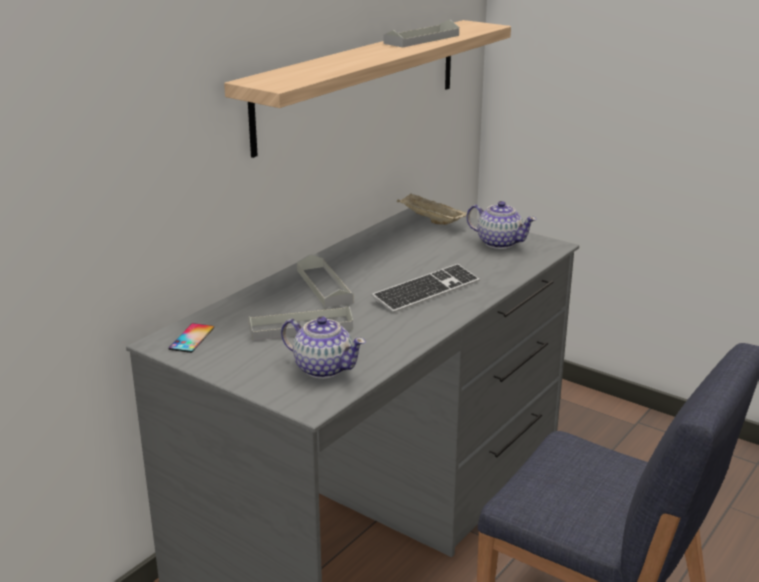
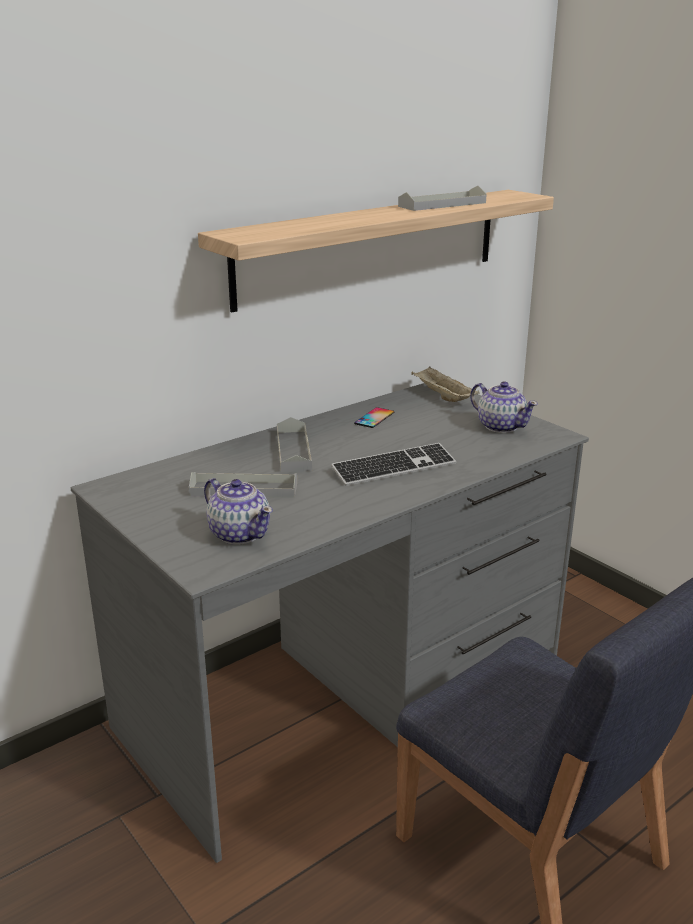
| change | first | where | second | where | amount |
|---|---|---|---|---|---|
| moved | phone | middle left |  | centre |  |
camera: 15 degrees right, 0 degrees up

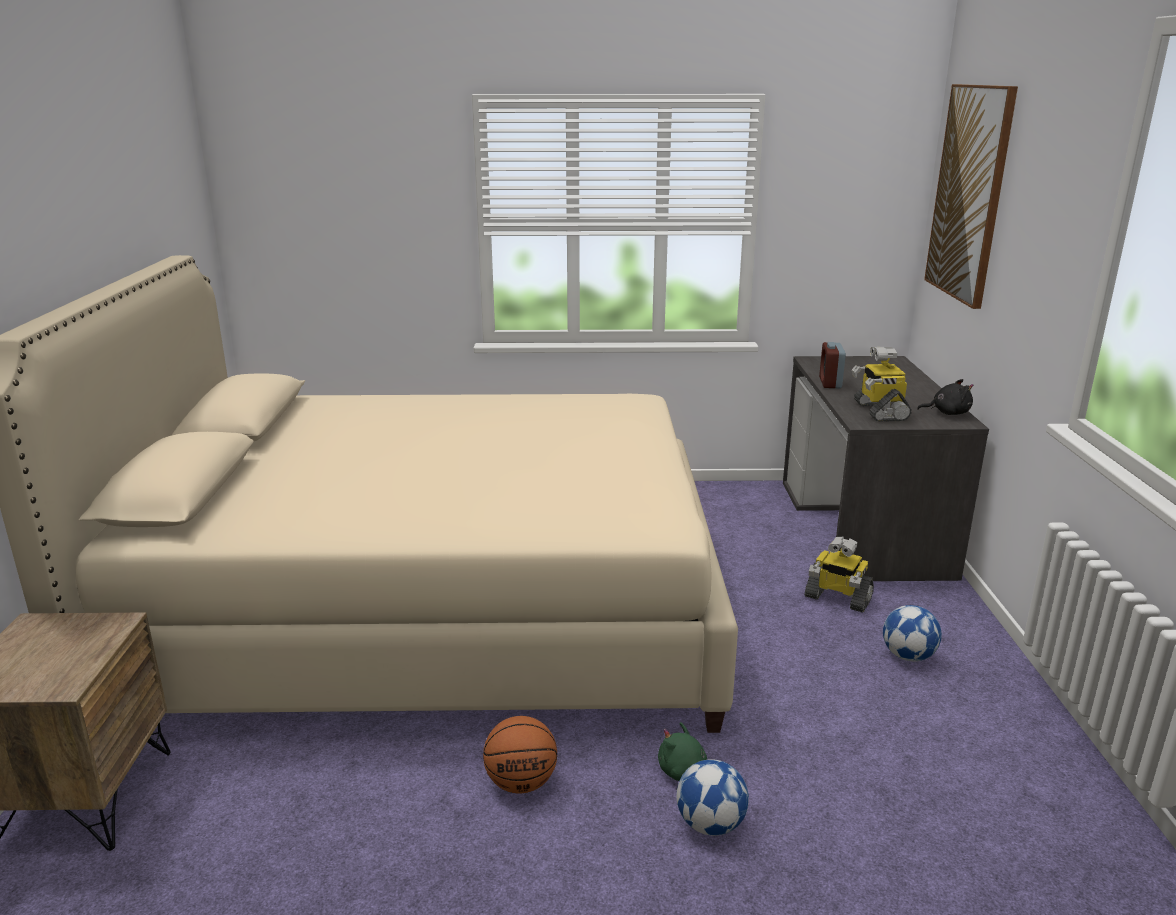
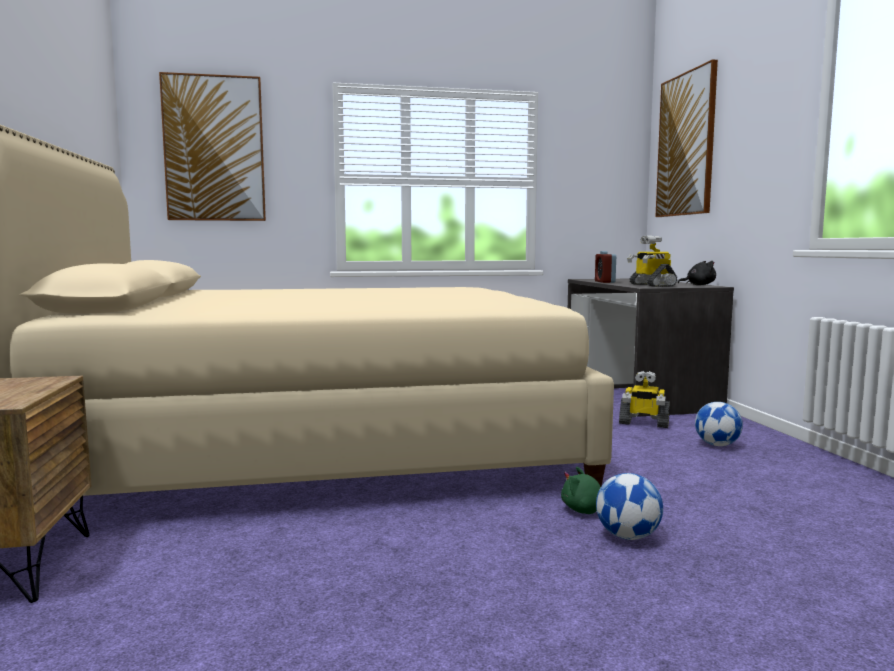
| change | first | where | second | where | amount |
|---|---|---|---|---|---|
| removed | basketball | bottom centre |  |  |  |
| added |  |  | picture (1st from left) | top left |  |
camera: 10 degrees left, 15 degrees down

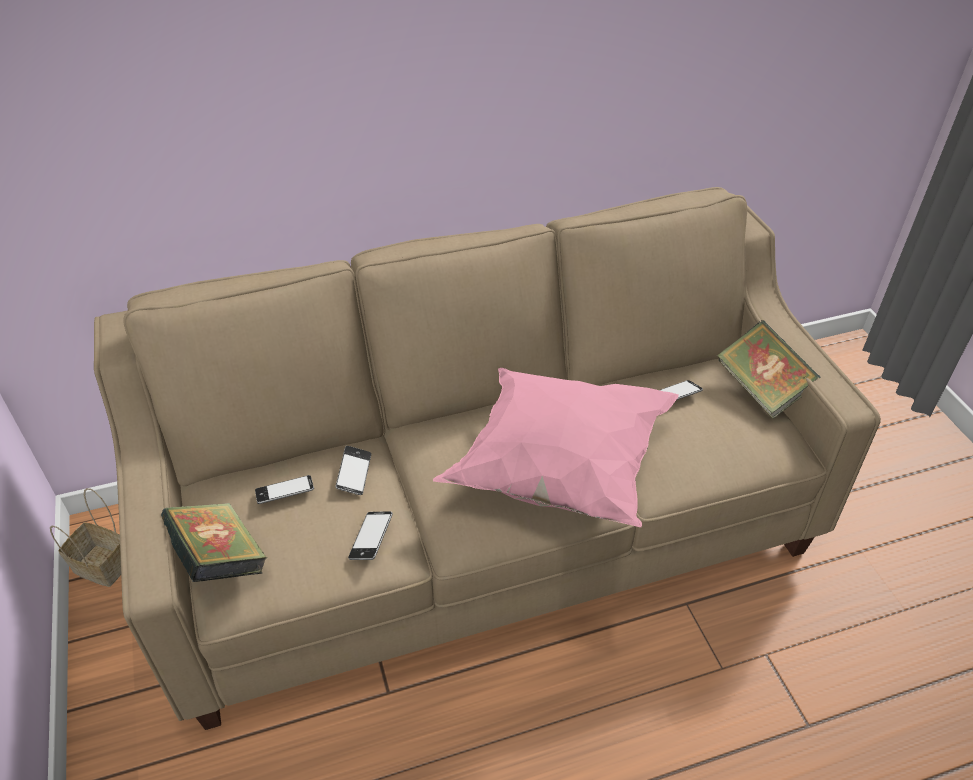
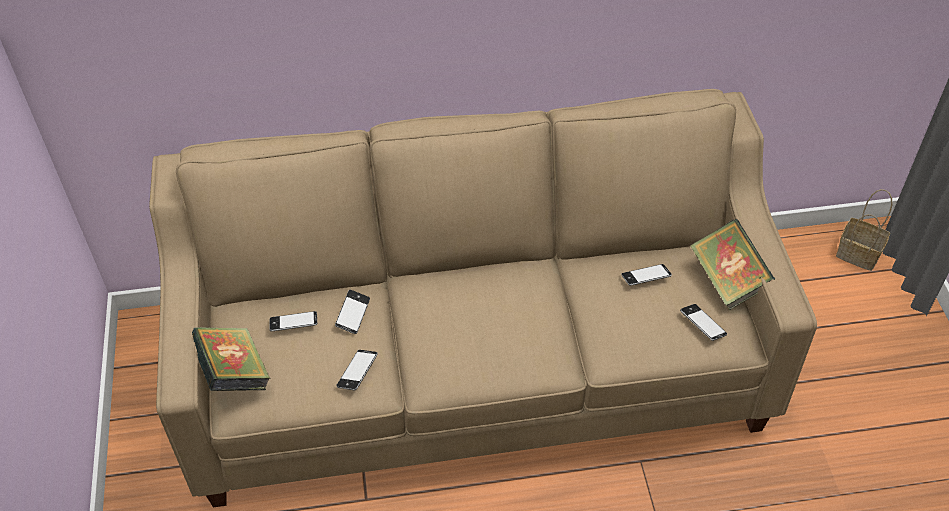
| change | first | where | second | where | amount |
|---|---|---|---|---|---|
| removed | pink pillow | centre |  |  |  |
| moved | basket | bottom left |  | middle right |  |
| added |  |  | phone (5th from left) | middle right |  |
camera: 10 degrees right, 5 degrees up

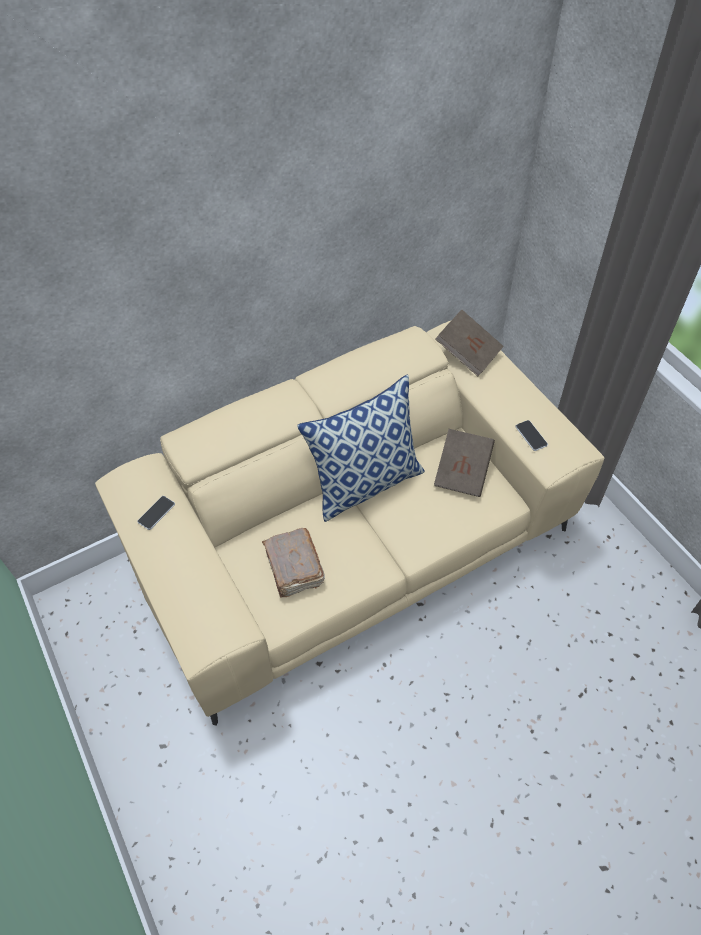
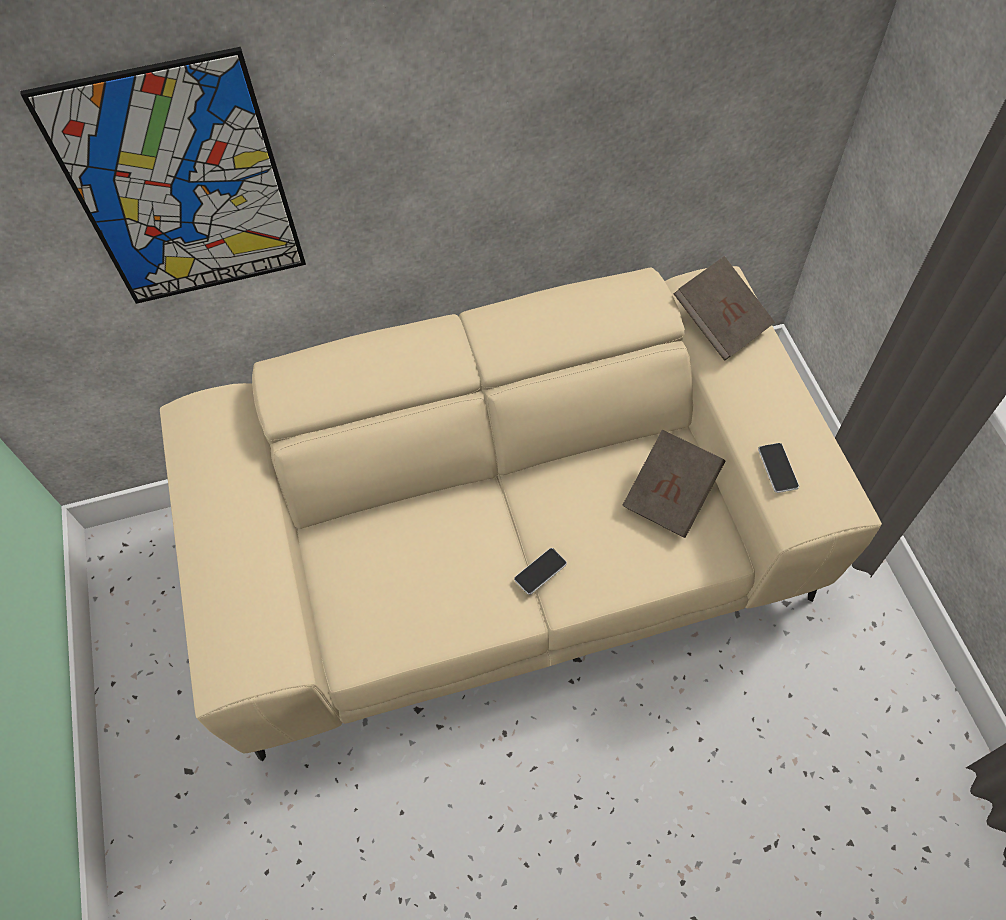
| change | first | where | second | where | amount |
|---|---|---|---|---|---|
| removed | pillow | centre |  |  |  |
| moved | phone (1st from left) | middle left |  | centre |  |
| removed | brown book (1st from left) | centre |  |  |  |
| added |  |  | picture | top left |  |
camera: 15 degrees right, 5 degrees up

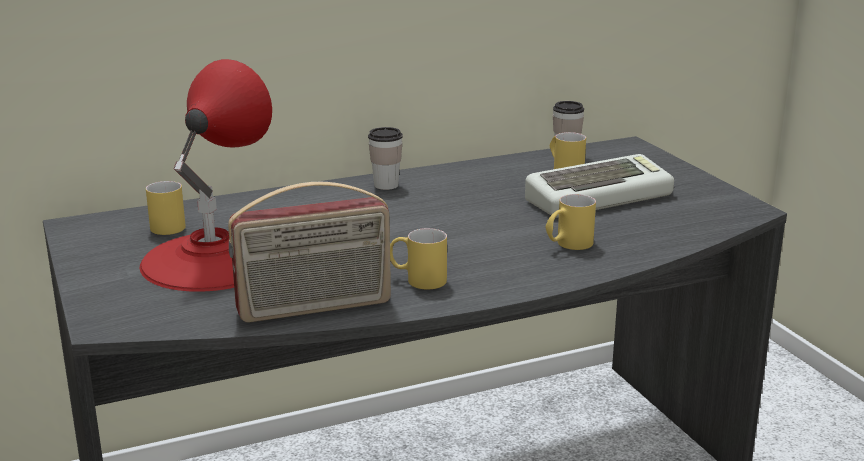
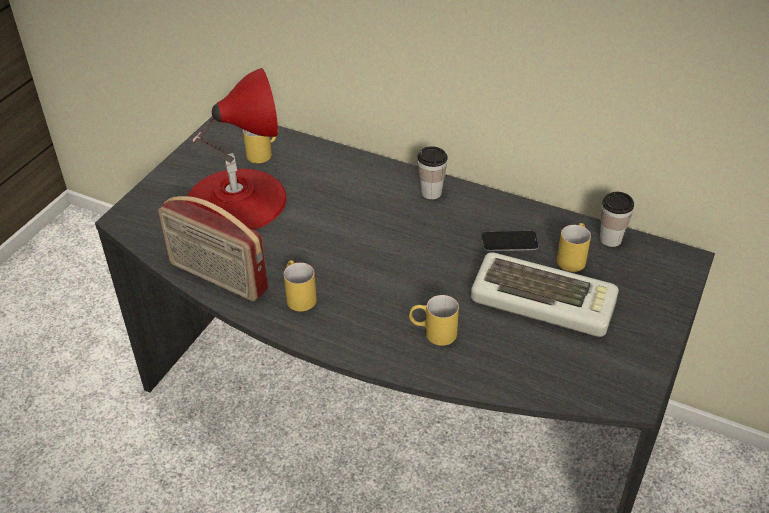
| change | first | where | second | where | amount |
|---|---|---|---|---|---|
| added |  |  | phone | centre |  |
camera: 50 degrees right, 20 degrees up

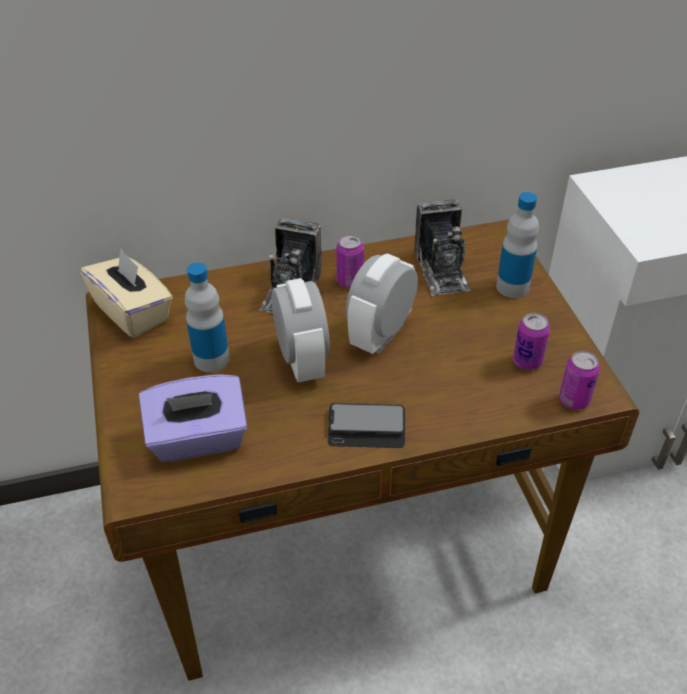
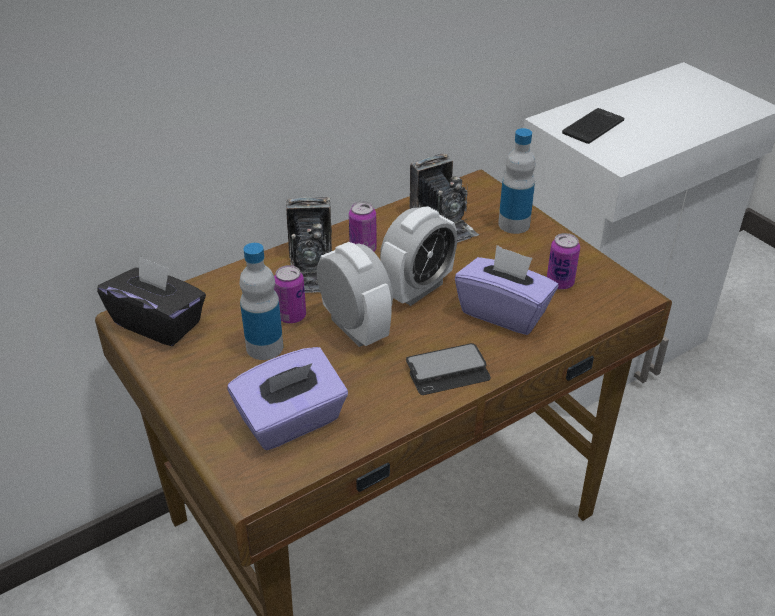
| change | first | where | second | where | amount |
|---|---|---|---|---|---|
| recoloured | beige tissue box | middle left | black tissue box | middle left |  |
| turned | alarm clock (2nd from left) | centre |  | centre | 150 degrees counterclockwise |
| moved | can (3rd from left in the first image) | middle right | can (1st from left) | centre |  |
| added |  |  | phone (2nd from left) | top right |  |
| added |  |  | purple tissue box (2nd from left) | centre |  |
camera: 20 degrees left, 5 degrees down

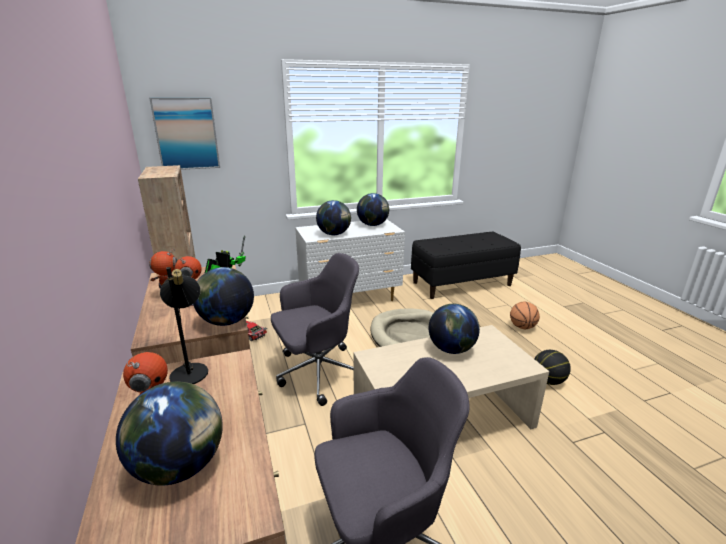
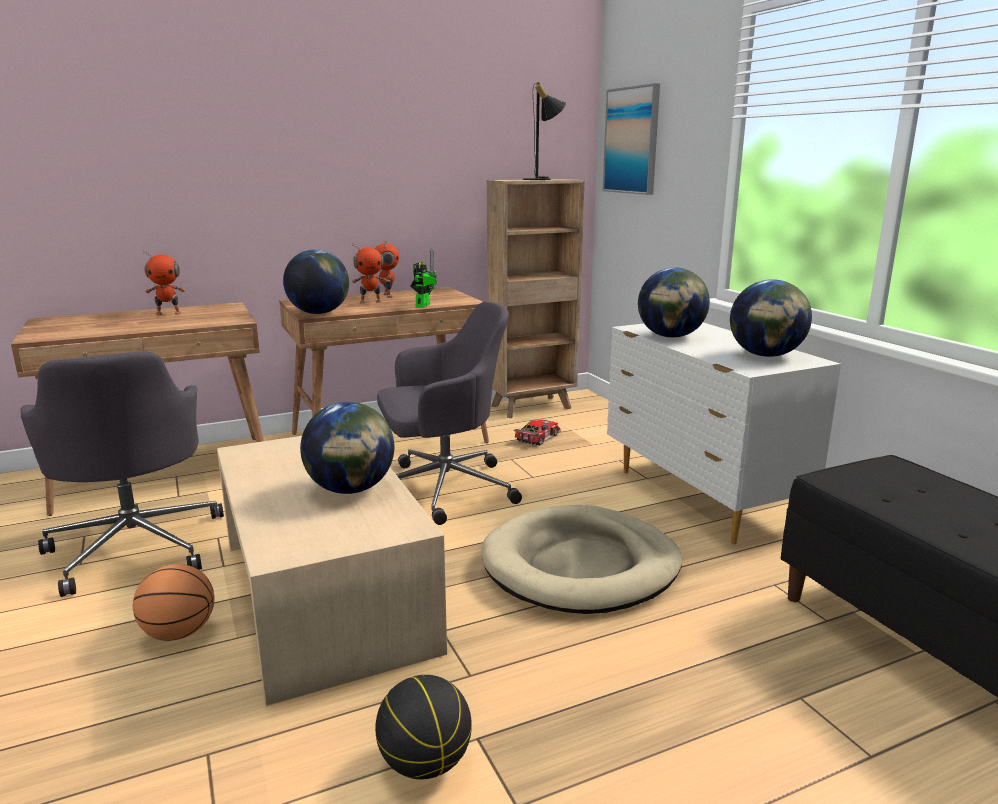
| change | first | where | second | where | amount |
|---|---|---|---|---|---|
| turned | grey office chair (1st from left in the first image) | centre | grey office chair (2nd from left) | centre | 75 degrees counterclockwise |
| moved | black table lamp | middle left |  | top centre |  |
| moved | basketball (1st from left) | middle right |  | bottom left |  |
| removed | globe (1st from left) | bottom left |  |  |  |
camera: 85 degrees right, 5 degrees down

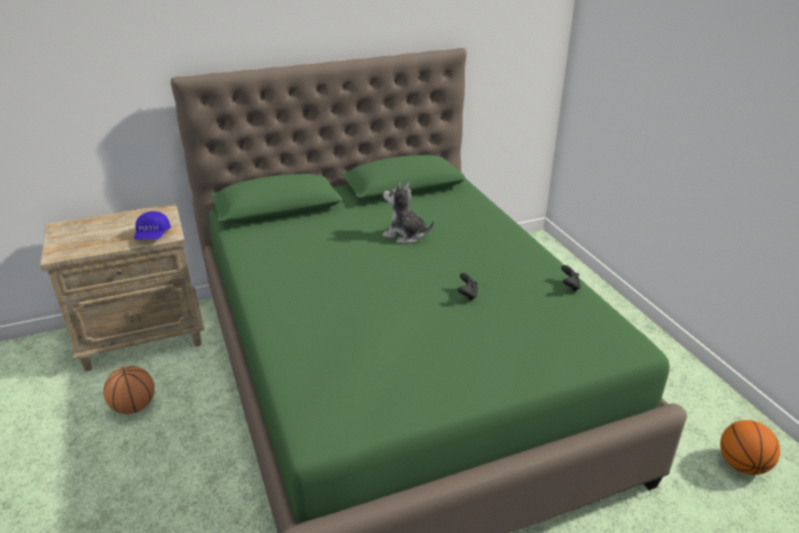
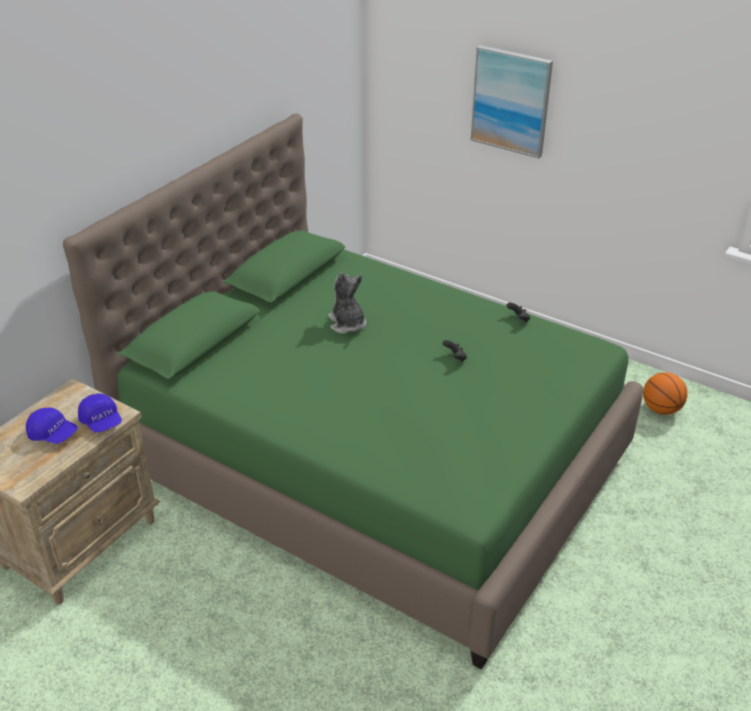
| change | first | where | second | where | amount |
|---|---|---|---|---|---|
| turned | plush toy | centre |  | centre | 75 degrees clockwise |
| removed | basketball (1st from left) | bottom left |  |  |  |
| added |  |  | picture | top right |  |
| added |  |  | blue cap (1st from left) | middle left |  |
camera: 35 degrees left, 5 degrees up

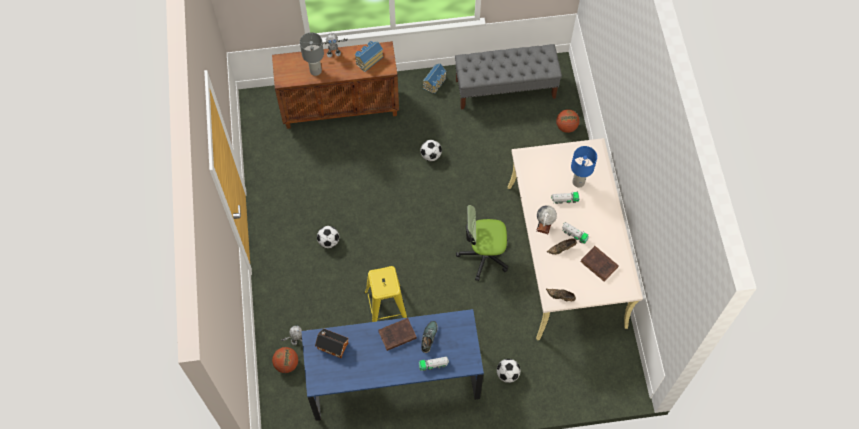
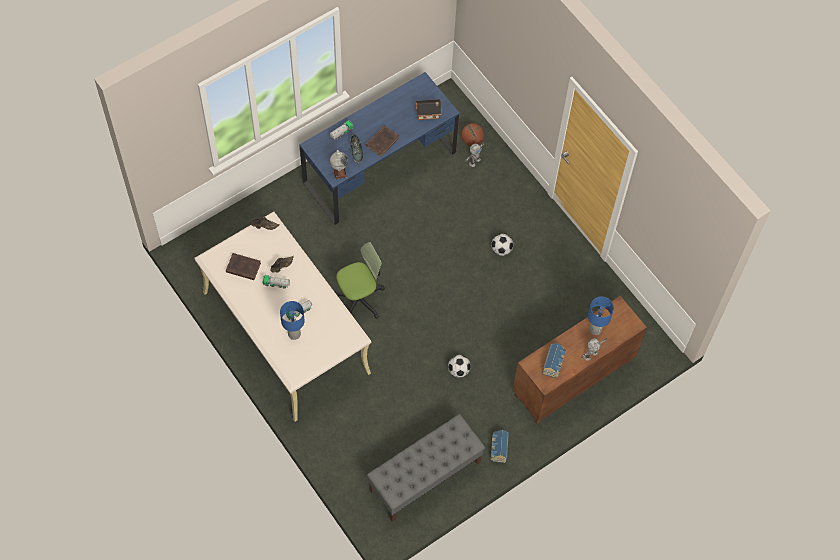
| change | first | where | second | where | amount |
|---|---|---|---|---|---|
| recoloured | grey table lamp | top centre | blue table lamp (2nd from left) | middle right |  |
| removed | basketball (2nd from left) | top centre |  |  |  |
| moved | globe | centre |  | top centre |  |
| removed | yellow stool | bottom centre |  |  |  |
| removed | football (3rd from left) | bottom centre |  |  |  |
camera: 150 degrees right, 0 degrees up

